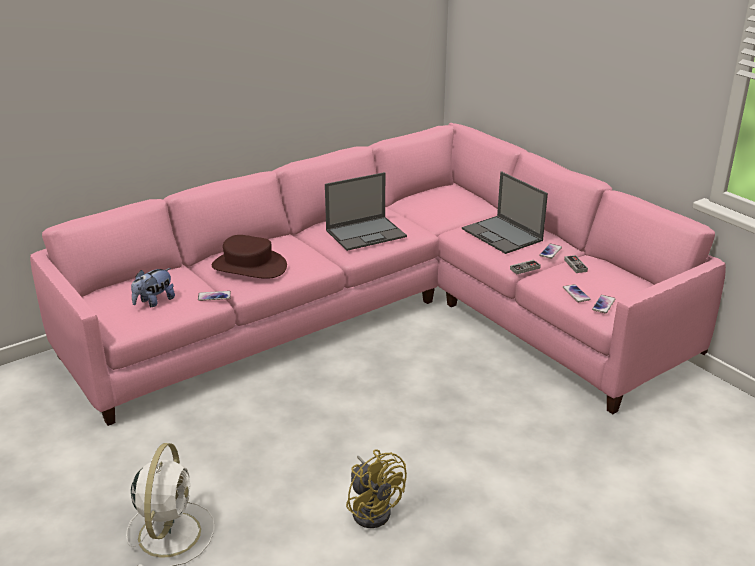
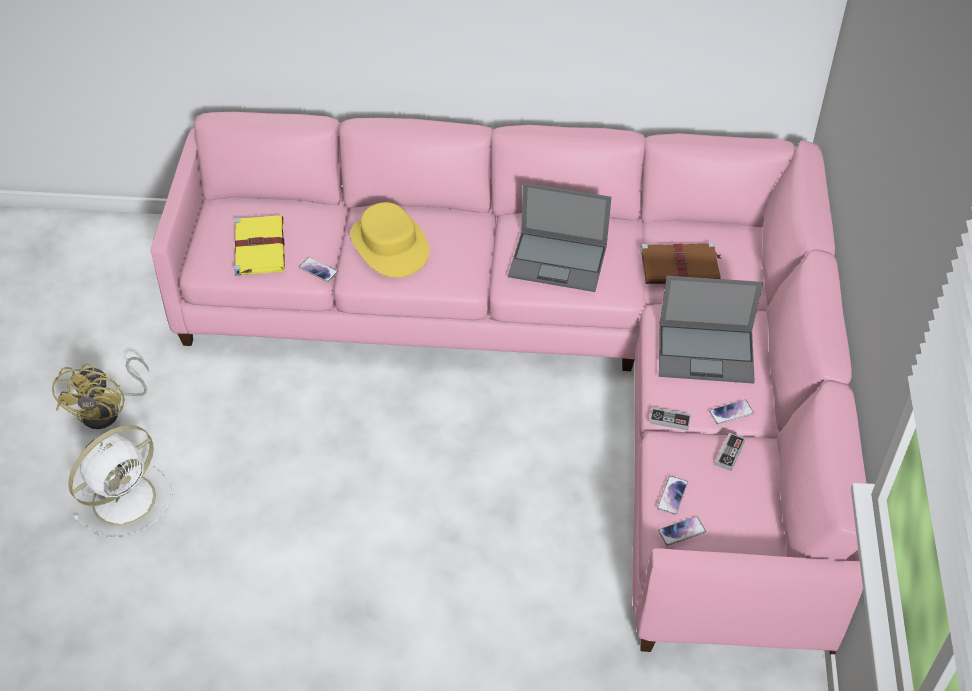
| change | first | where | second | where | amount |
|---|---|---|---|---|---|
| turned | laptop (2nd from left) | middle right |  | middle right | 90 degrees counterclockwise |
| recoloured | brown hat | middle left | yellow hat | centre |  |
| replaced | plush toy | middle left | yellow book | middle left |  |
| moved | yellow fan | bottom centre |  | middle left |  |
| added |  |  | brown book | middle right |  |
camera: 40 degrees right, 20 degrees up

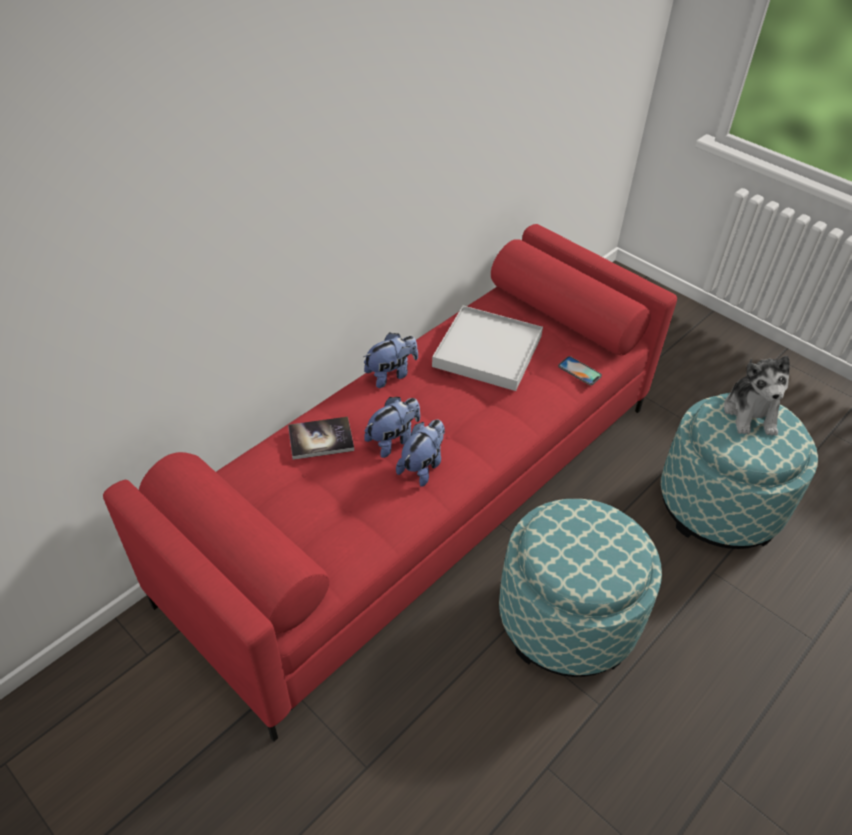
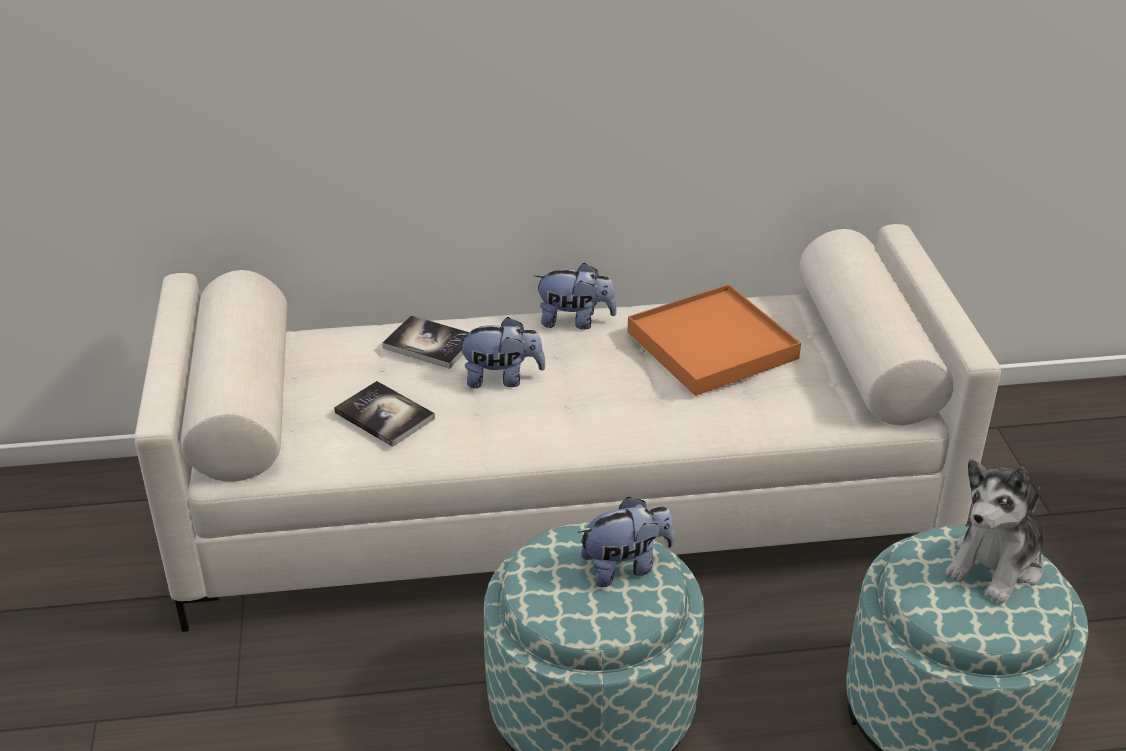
| change | first | where | second | where | amount |
|---|---|---|---|---|---|
| recoloured | red sofa | centre | white sofa | centre |  |
| recoloured | white tray | centre | orange tray | centre |  |
| removed | phone | middle right |  |  |  |
| moved | plush toy (3rd from left) | centre |  | bottom centre |  |
| added |  |  | book (1st from left) | centre |  |
camera: 40 degrees right, 10 degrees down

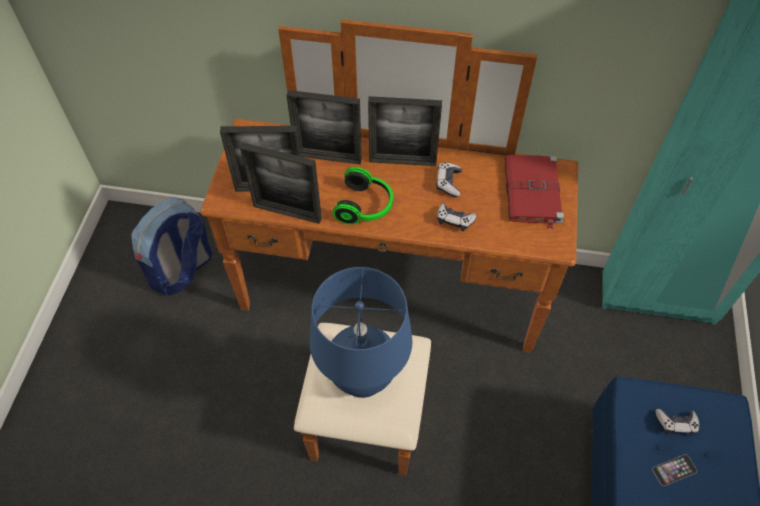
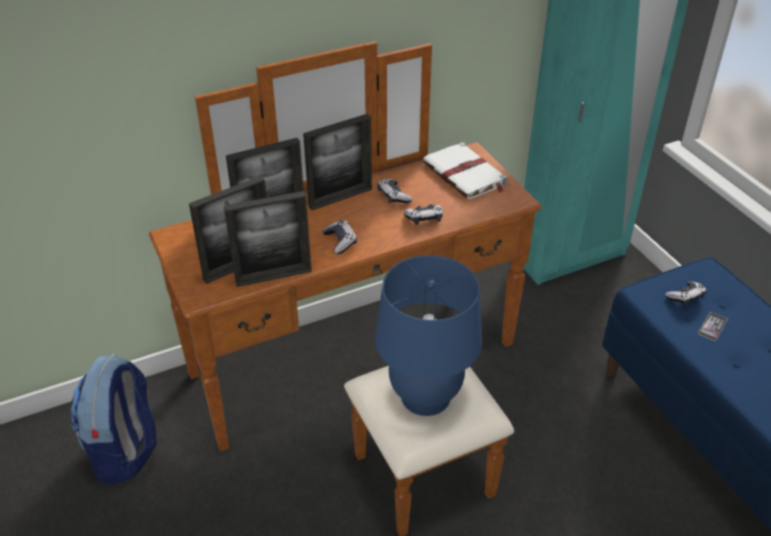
| change | first | where | second | where | amount |
|---|---|---|---|---|---|
| recoloured | red book | middle right | white book | top centre |  |
| replaced | headphones | centre | game controller (1st from left) | centre |  |
camera: 35 degrees left, 15 degrees down

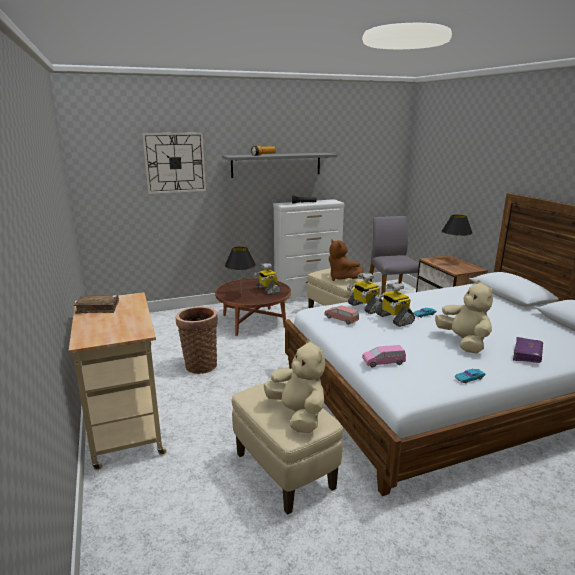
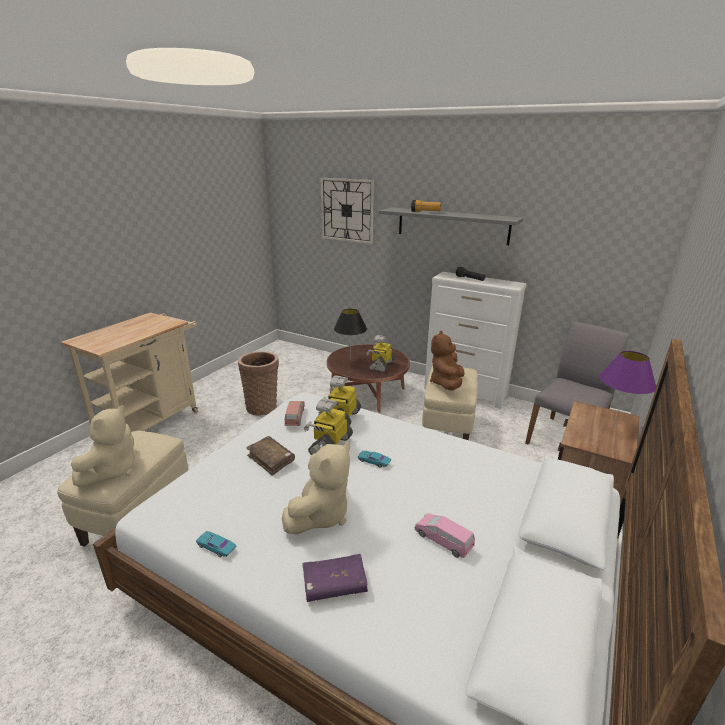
| change | first | where | second | where | amount |
|---|---|---|---|---|---|
| recoloured | black table lamp (2nd from left) | middle right | purple table lamp | middle right |  |
| moved | brown book | middle left |  | centre |  |
| moved | pink toy car (2nd from left) | middle right |  | bottom centre |  |
camera: 50 degrees right, 5 degrees up

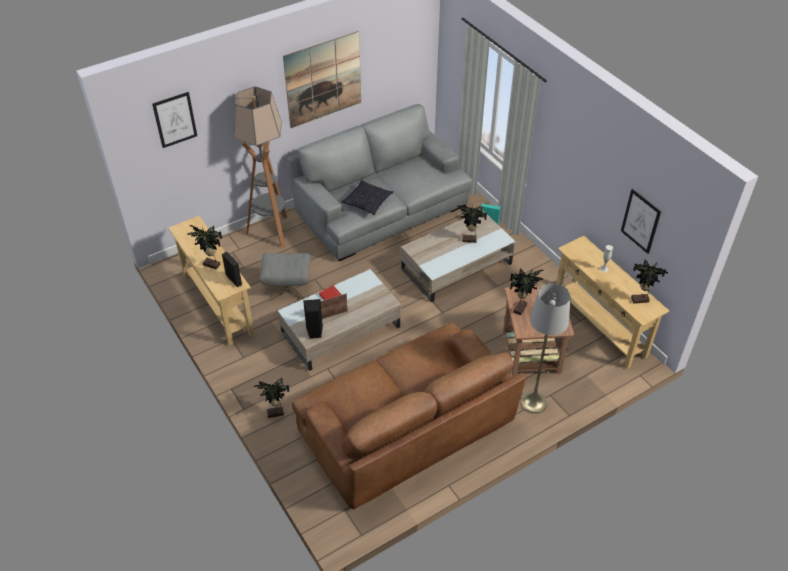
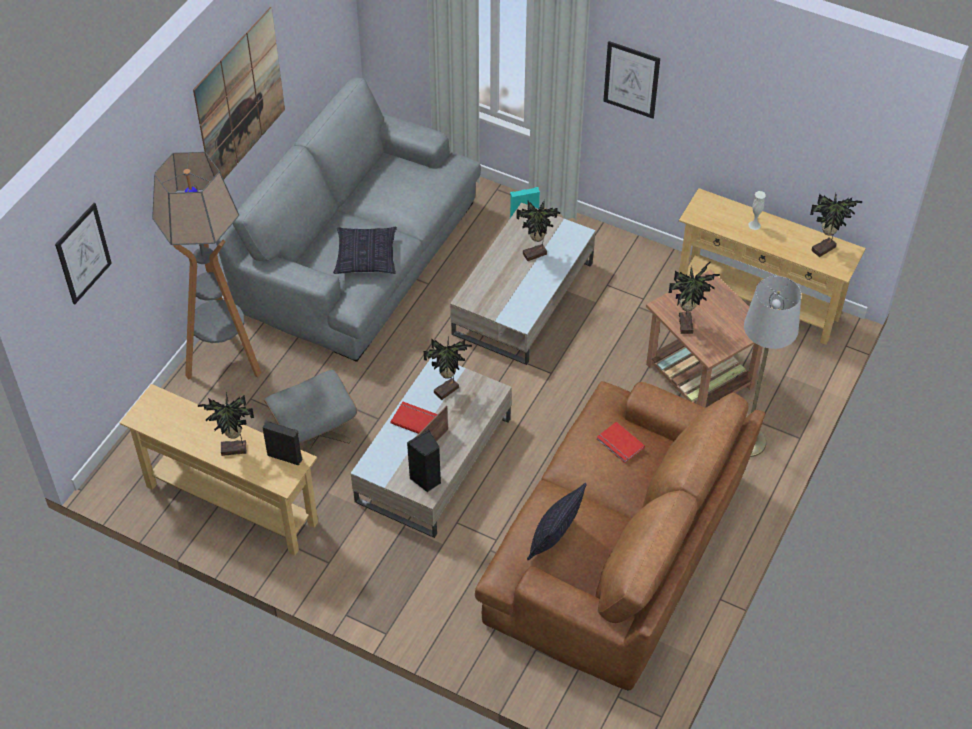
| change | first | where | second | where | amount |
|---|---|---|---|---|---|
| moved | picture (3rd from left) | middle right |  | top centre |  |
| moved | potted plant (2nd from left) | bottom centre |  | centre |  |
| added |  |  | red book (2nd from left) | centre |  |
| added |  |  | pillow (2nd from left) | bottom centre |  |
camera: 30 degrees left, 5 degrees up

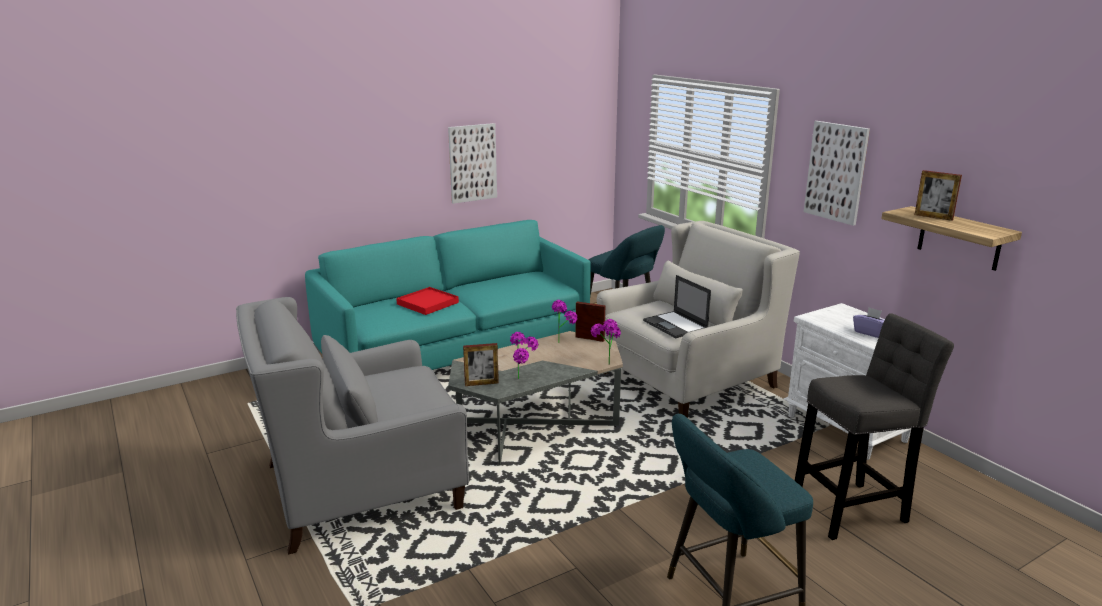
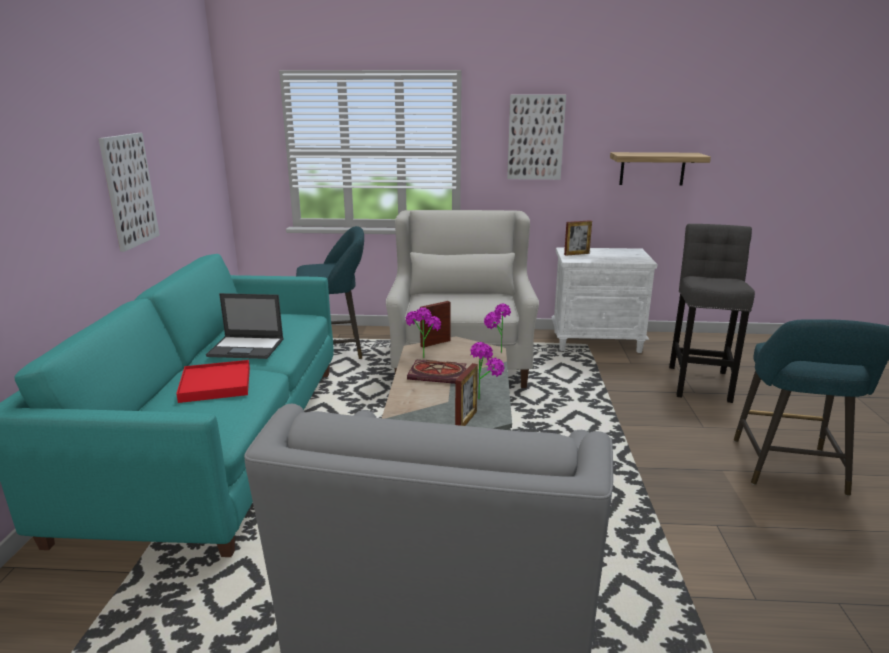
| change | first | where | second | where | amount |
|---|---|---|---|---|---|
| moved | picture frame (3rd from left) | top right |  | centre |  |
| moved | laptop | centre |  | middle left |  |
| removed | purple tissue box | middle right |  |  |  |
| added |  |  | book | centre |  |
camera: 55 degrees left, 0 degrees up

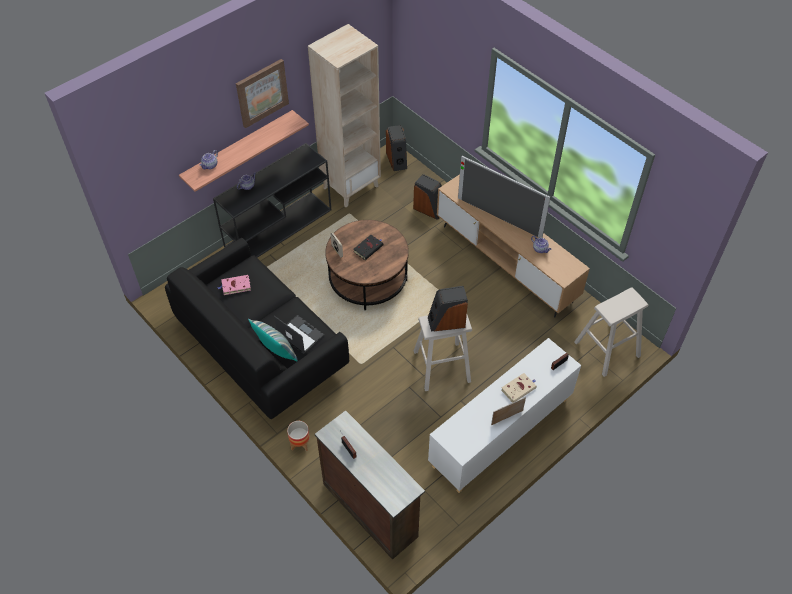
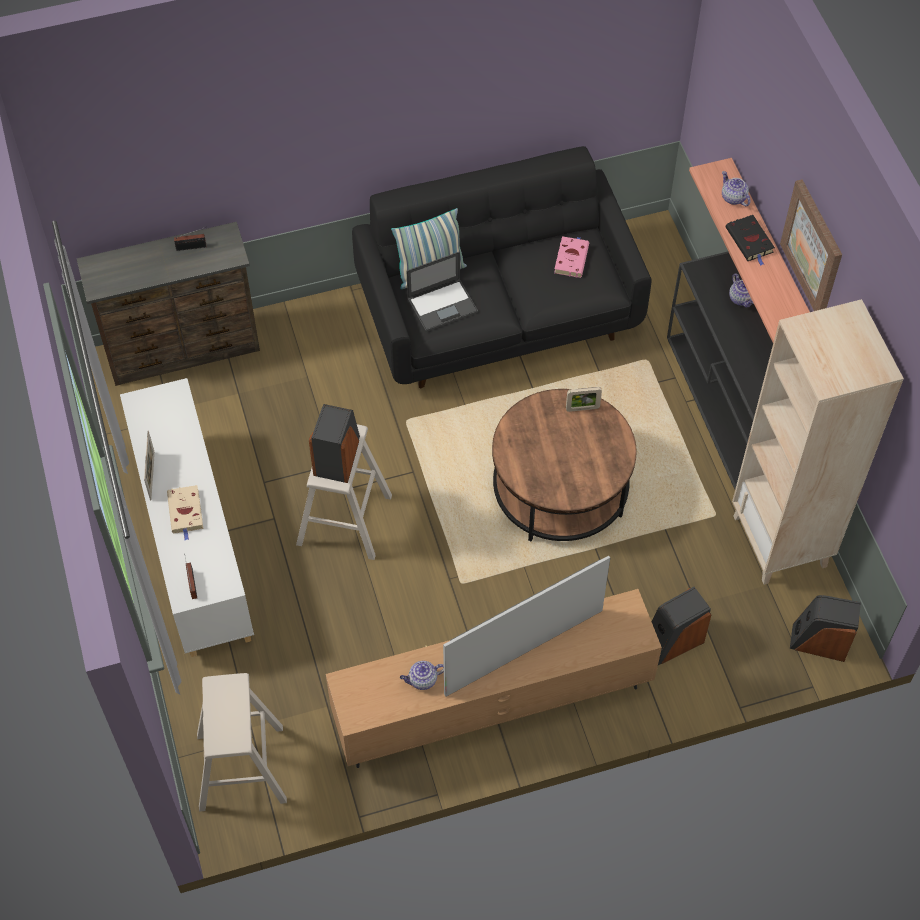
| change | first | where | second | where | amount |
|---|---|---|---|---|---|
| moved | black book | centre |  | top right |  |
| removed | planter | bottom centre |  |  |  |
camera: 115 degrees right, 5 degrees up

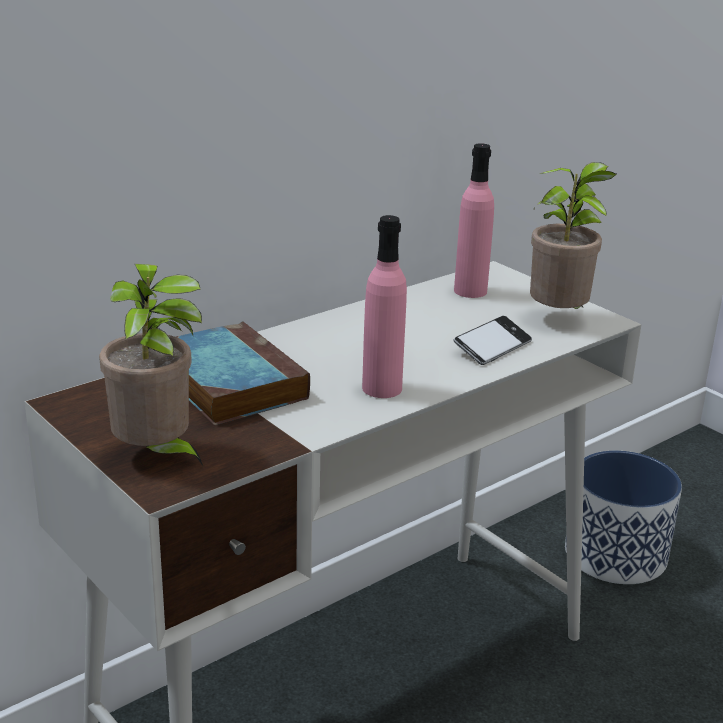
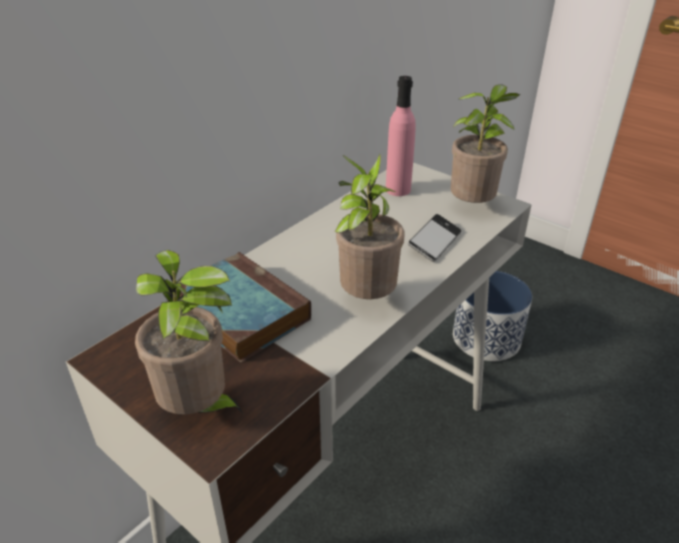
| change | first | where | second | where | amount |
|---|---|---|---|---|---|
| replaced | pink bottle (1st from left) | centre | potted plant (2nd from left) | centre |  |
camera: 10 degrees left, 10 degrees up

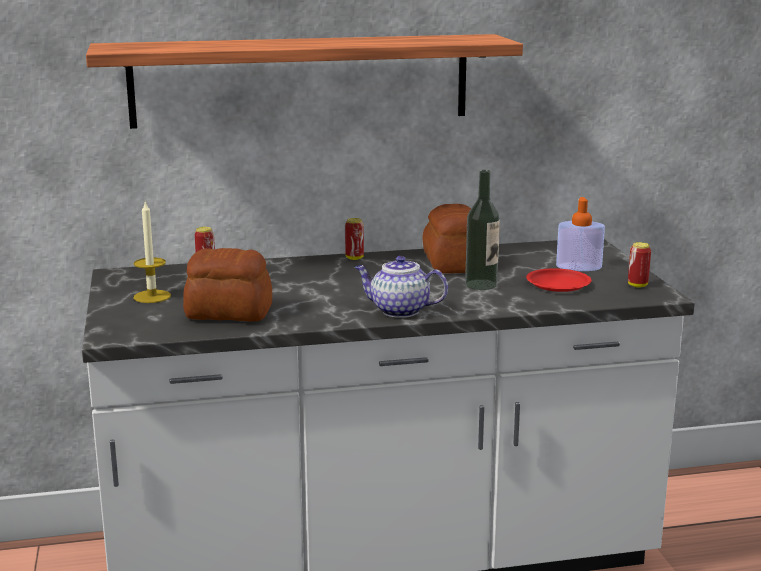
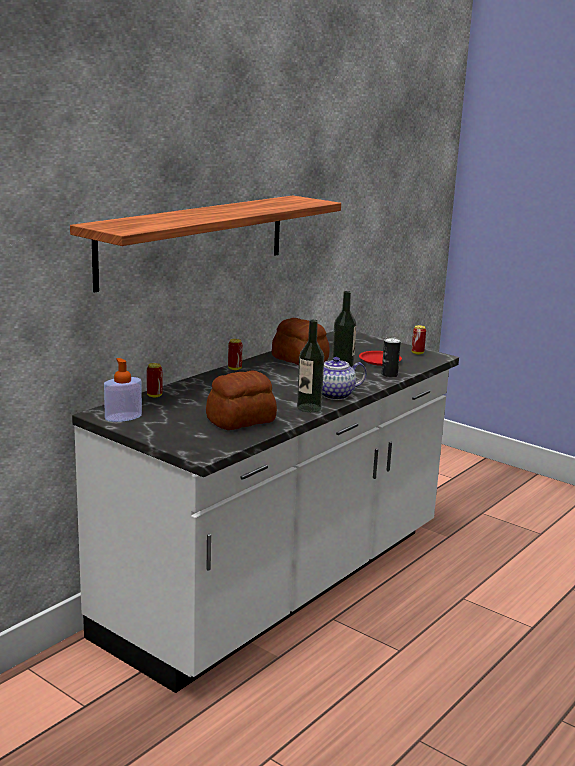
| change | first | where | second | where | amount |
|---|---|---|---|---|---|
| moved | soap dispenser | middle right |  | middle left |  |
| removed | candle | middle left |  |  |  |
| added |  |  | bottle (1st from left) | centre |  |
| added |  |  | can (3rd from left) | middle right |  |
camera: 40 degrees left, 0 degrees up

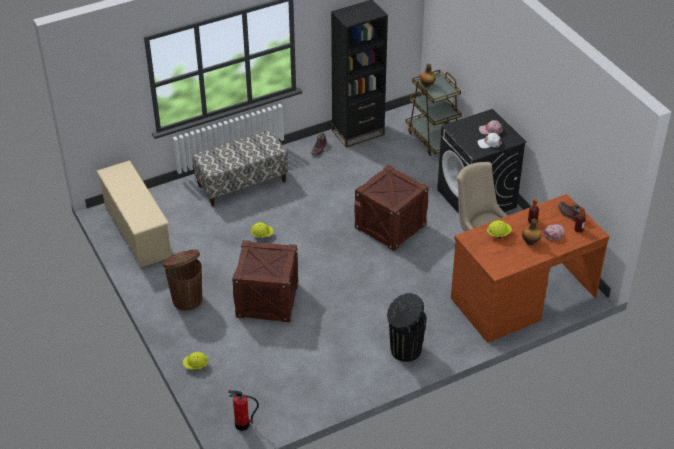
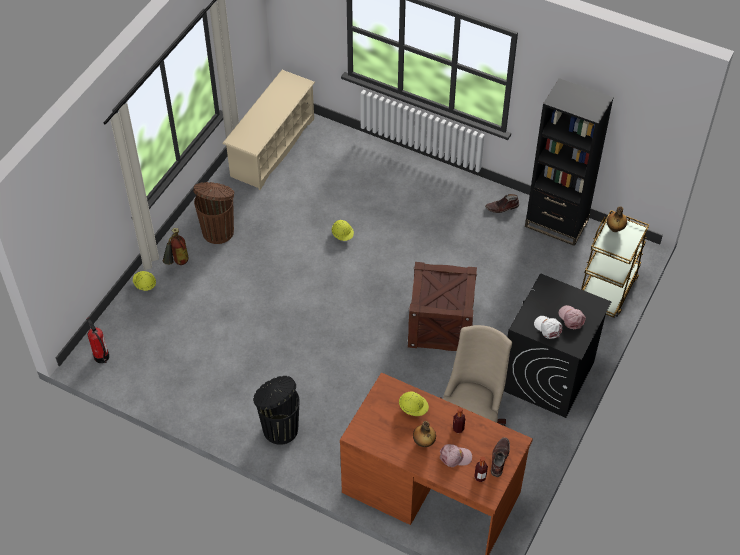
| change | first | where | second | where | amount |
|---|---|---|---|---|---|
| removed | bench | centre |  |  |  |
| removed | crate (1st from left) | centre |  |  |  |
| added |  |  | fire extinguisher (2nd from left) | middle left |  |
camera: 55 degrees right, 10 degrees up

